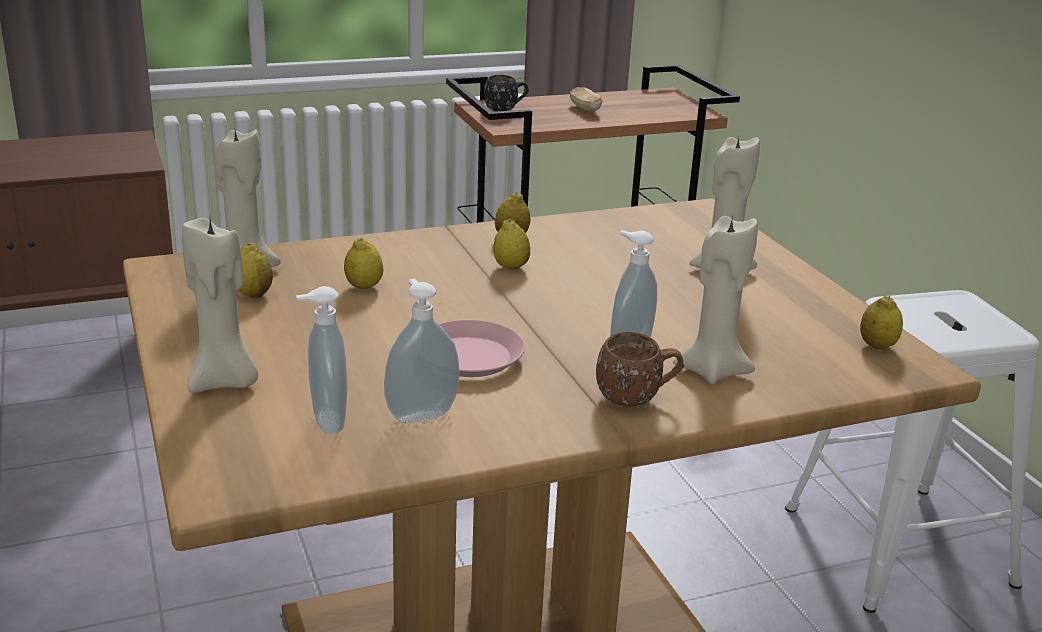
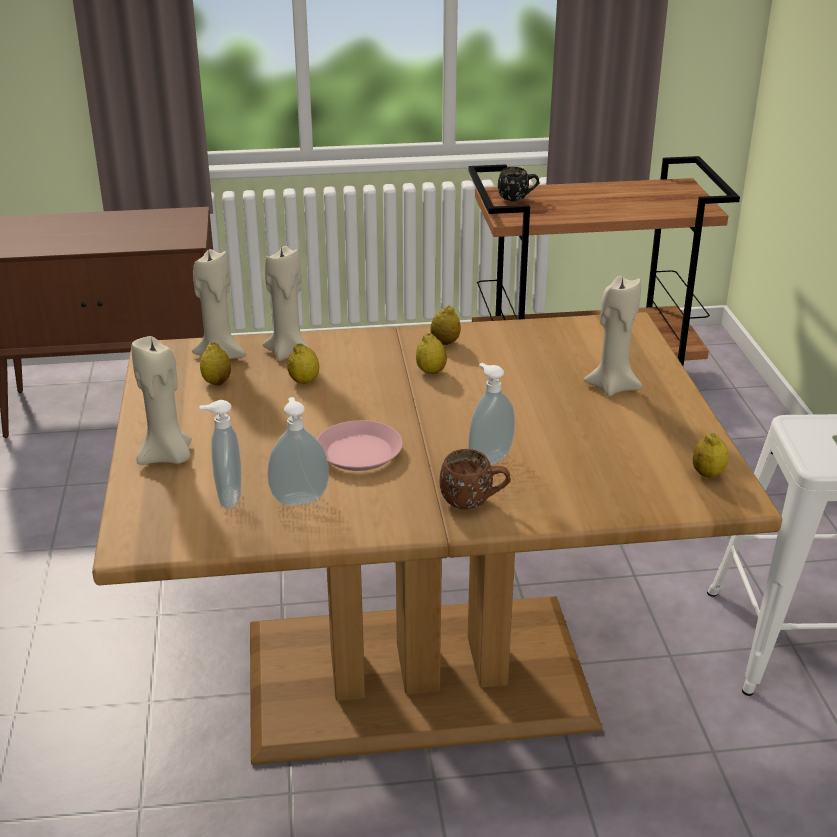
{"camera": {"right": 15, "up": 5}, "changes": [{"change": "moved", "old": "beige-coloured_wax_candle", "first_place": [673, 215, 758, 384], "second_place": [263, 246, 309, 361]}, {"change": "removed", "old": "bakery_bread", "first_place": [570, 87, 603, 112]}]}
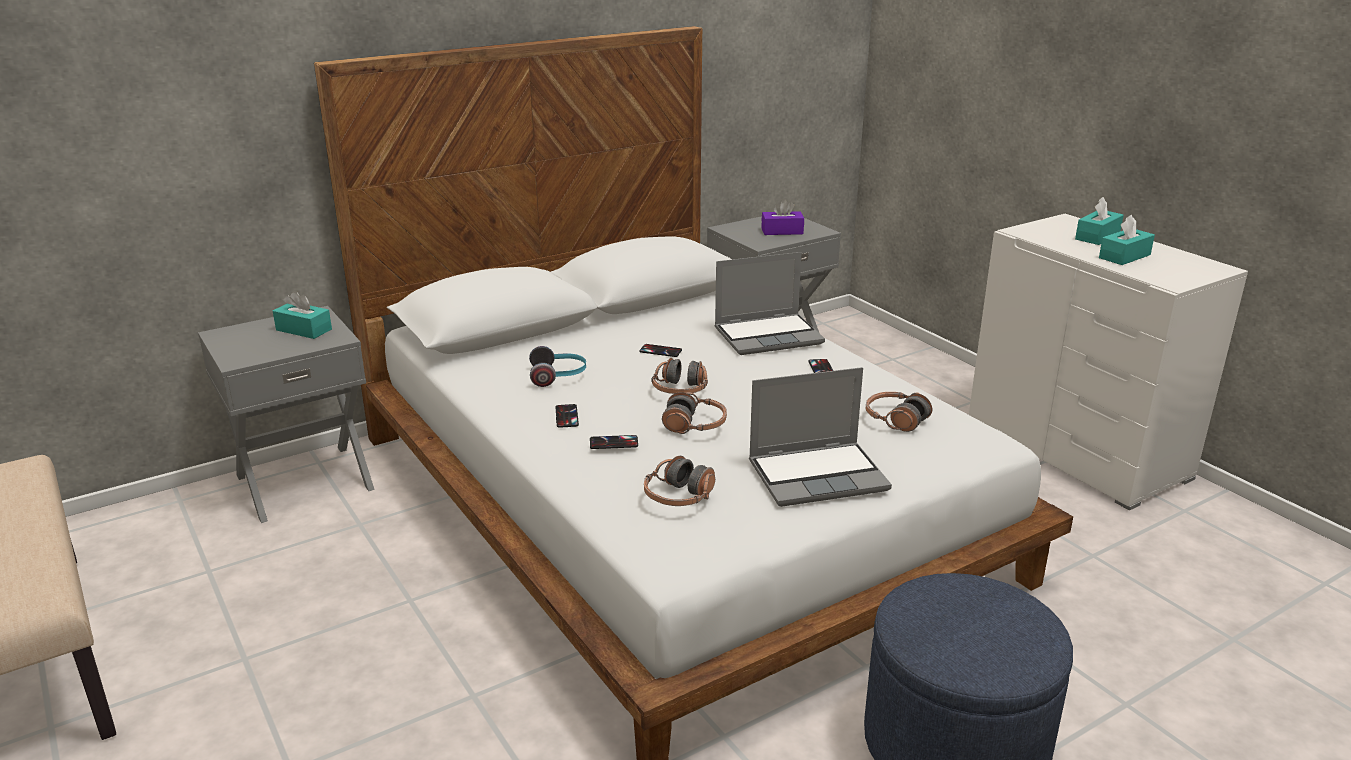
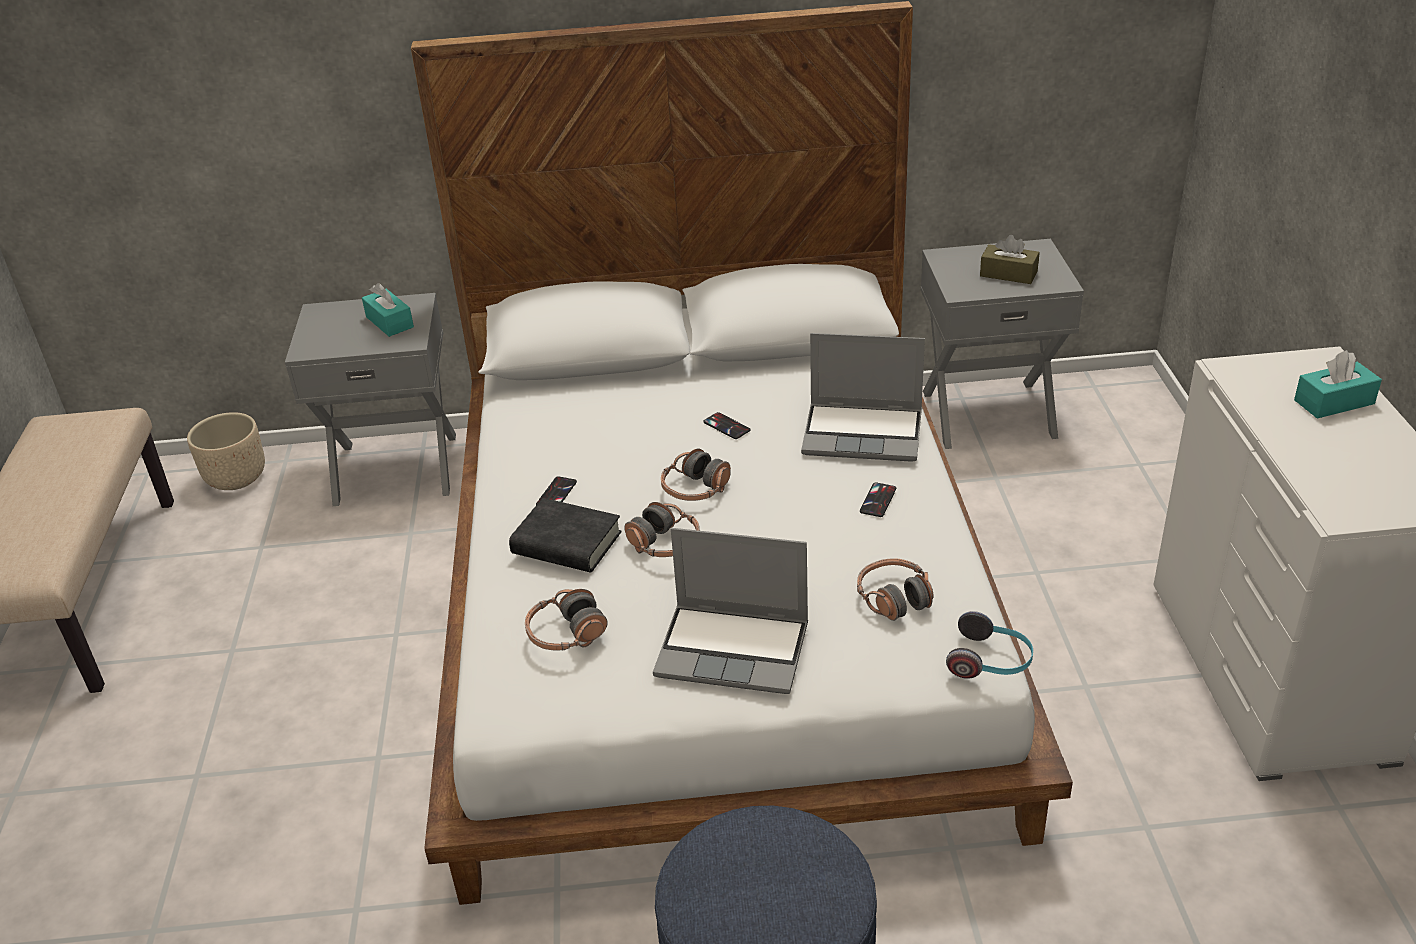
{"camera": {"right": 30, "up": 10}, "changes": [{"change": "added", "new": "beige-coloured_plant_pot", "second_place": [187, 412, 265, 490]}, {"change": "replaced", "old": "telephone", "new": "blackish_bound_book", "first_place": [590, 435, 638, 449], "second_place": [509, 498, 622, 572]}, {"change": "moved", "old": "headset", "first_place": [529, 346, 586, 387], "second_place": [946, 611, 1033, 679]}, {"change": "recoloured", "old": "purple_tissue_box", "new": "brown-coloured_tissue_box", "first_place": [761, 199, 804, 235], "second_place": [980, 235, 1040, 284]}, {"change": "removed", "old": "turquoise_tissue_box", "first_place": [1099, 215, 1155, 265]}]}
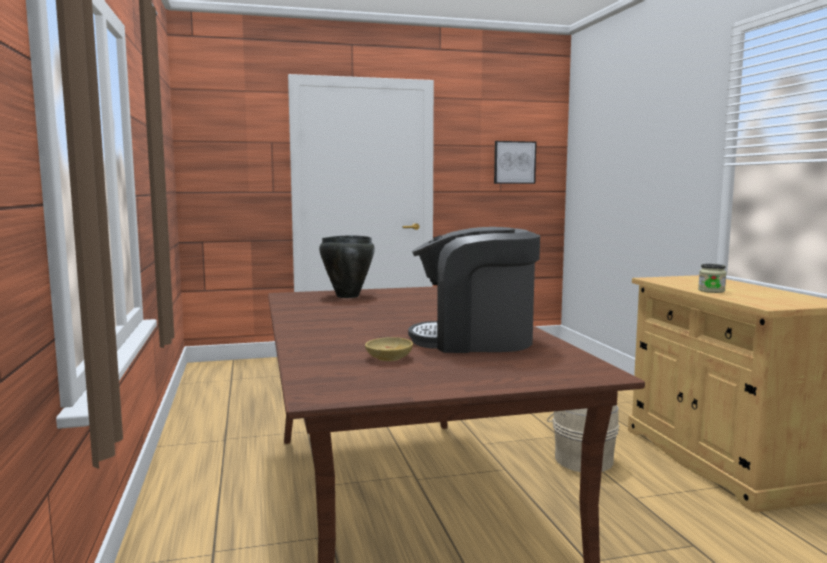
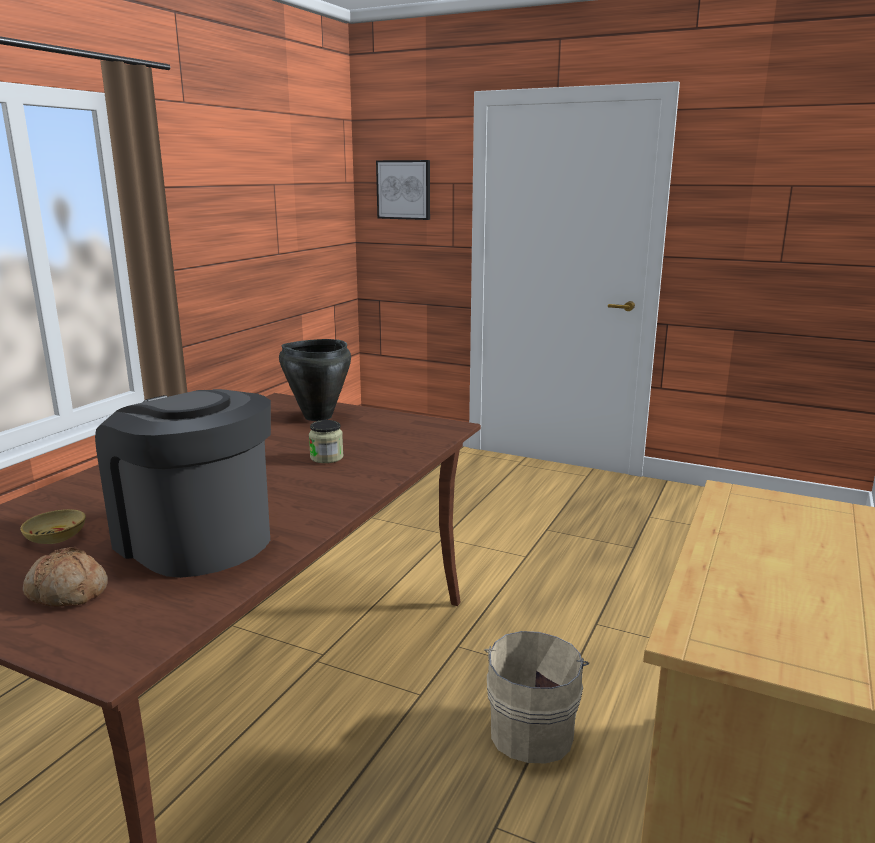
{"camera": {"right": 40, "up": 10}, "changes": [{"change": "added", "new": "bakery_bread", "second_place": [23, 547, 108, 607]}, {"change": "moved", "old": "storage_jar", "first_place": [698, 264, 727, 293], "second_place": [309, 420, 343, 463]}, {"change": "moved", "old": "wall_art", "first_place": [494, 141, 536, 184], "second_place": [376, 160, 430, 220]}]}
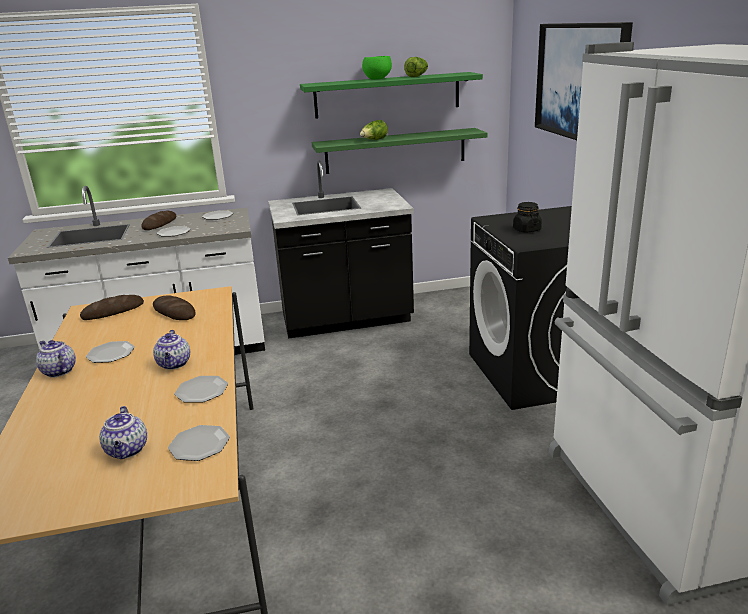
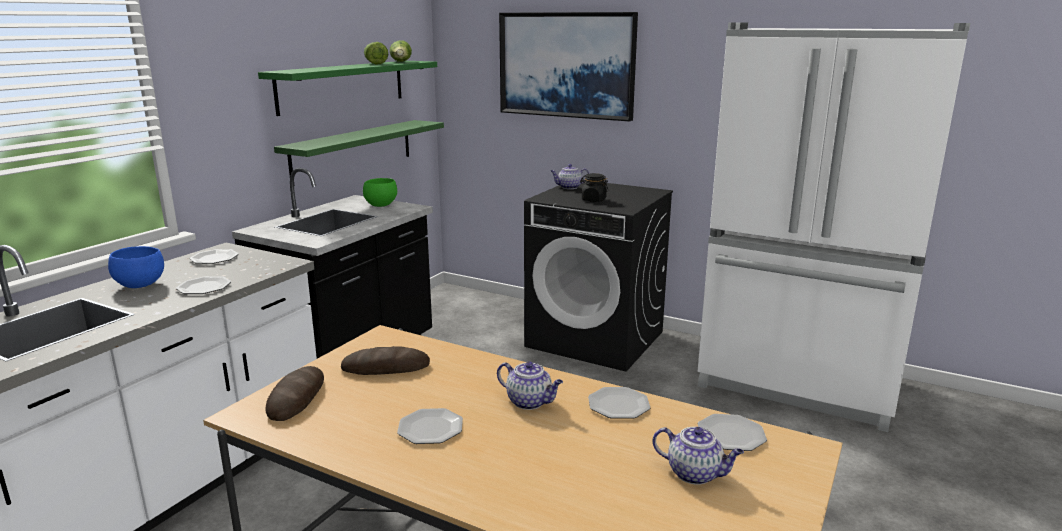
{"camera": {"right": -50, "up": -5}, "changes": [{"change": "replaced", "old": "bakery_bread", "new": "bluish_bowl", "first_place": [141, 211, 176, 230], "second_place": [108, 246, 164, 288]}, {"change": "moved", "old": "green-coloured_bowl", "first_place": [362, 56, 392, 80], "second_place": [363, 178, 397, 207]}, {"change": "moved", "old": "lettuce_head", "first_place": [360, 120, 388, 140], "second_place": [390, 40, 412, 62]}, {"change": "moved", "old": "pot_for_tea", "first_place": [36, 340, 76, 378], "second_place": [551, 164, 589, 189]}]}
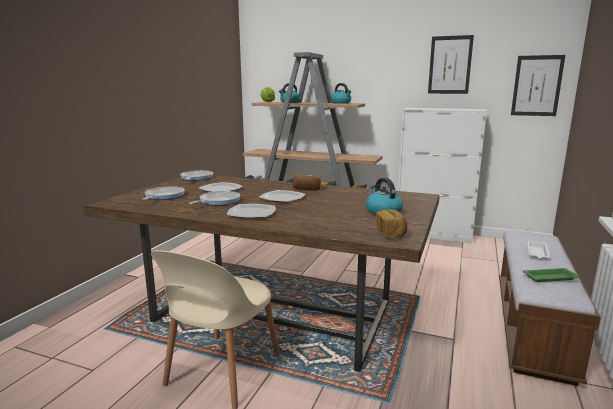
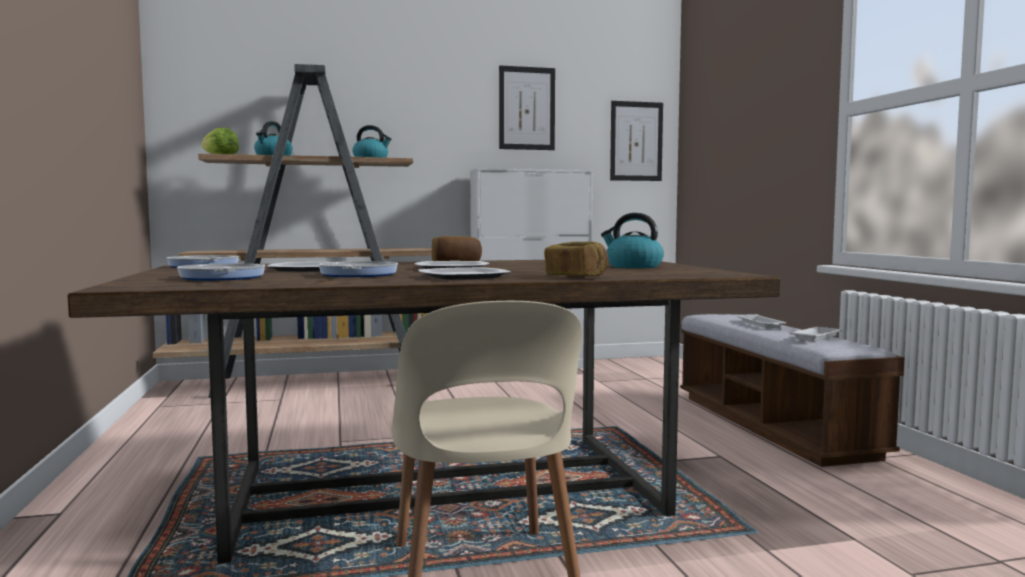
{"camera": {"right": -35, "up": -10}, "changes": [{"change": "moved", "old": "bakery_bread", "first_place": [376, 209, 407, 238], "second_place": [544, 242, 608, 276]}, {"change": "recoloured", "old": "green-coloured_tray", "new": "whitish_tray", "first_place": [523, 268, 579, 282], "second_place": [789, 327, 842, 341]}]}
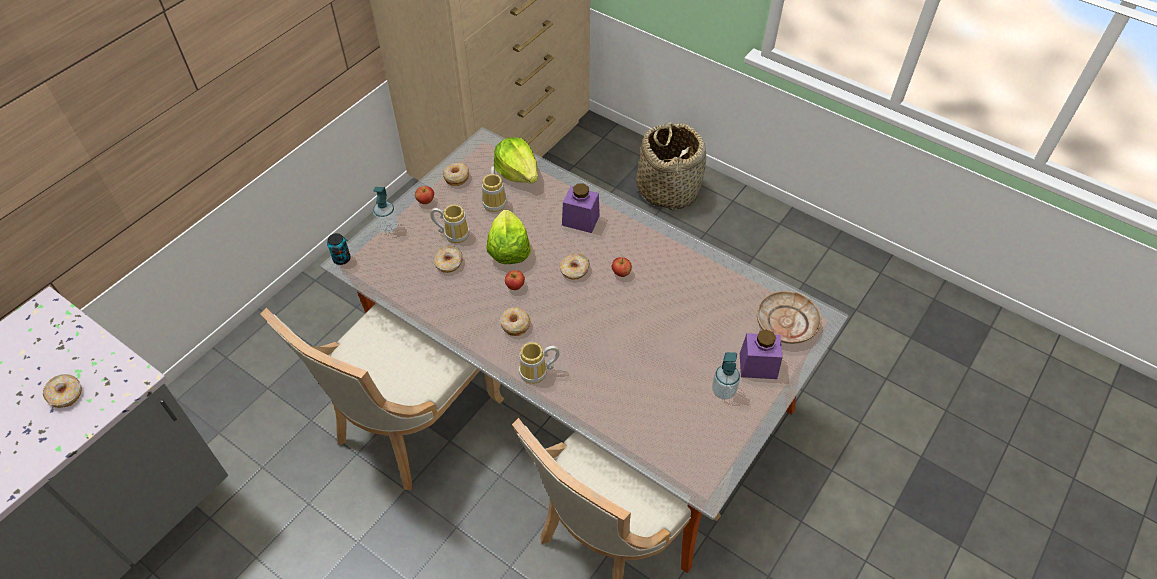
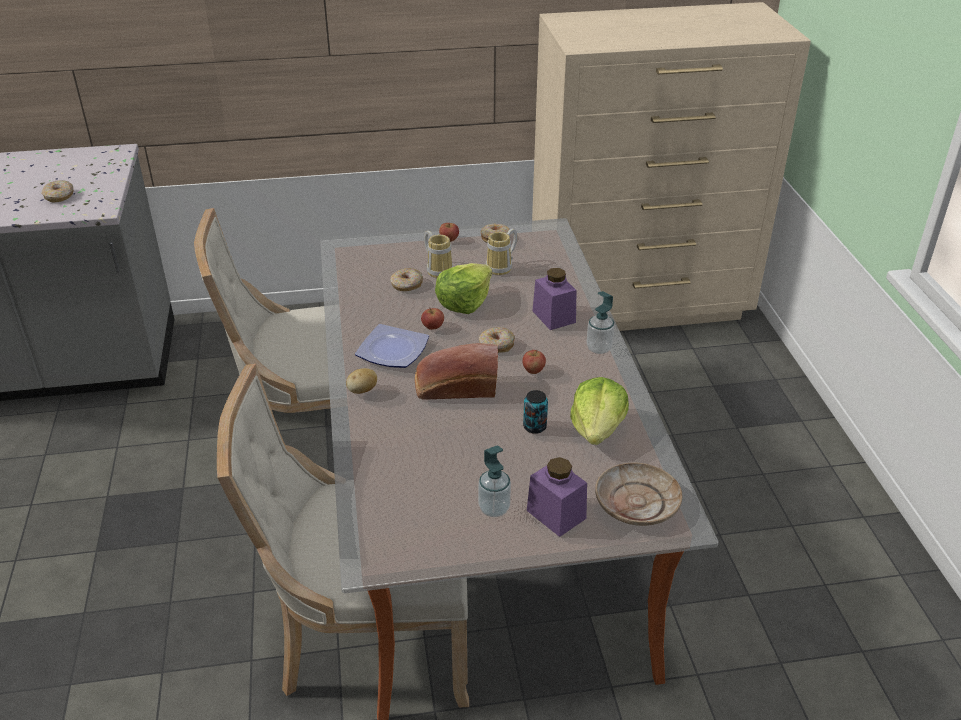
{"camera": {"right": 45, "up": -15}, "changes": [{"change": "replaced", "old": "mug", "new": "potato", "first_place": [519, 342, 560, 384], "second_place": [346, 368, 377, 394]}, {"change": "replaced", "old": "doughnut", "new": "flat_dish", "first_place": [499, 307, 530, 336], "second_place": [355, 324, 429, 368]}, {"change": "added", "new": "bakery_bread", "second_place": [415, 343, 498, 400]}, {"change": "moved", "old": "sealed_can", "first_place": [327, 233, 351, 265], "second_place": [523, 390, 548, 434]}, {"change": "moved", "old": "lettuce_head", "first_place": [494, 137, 538, 183], "second_place": [570, 377, 629, 445]}, {"change": "moved", "old": "liquid_soap_bottle", "first_place": [373, 187, 398, 233], "second_place": [586, 291, 615, 354]}, {"change": "removed", "old": "basket", "first_place": [636, 122, 706, 211]}]}
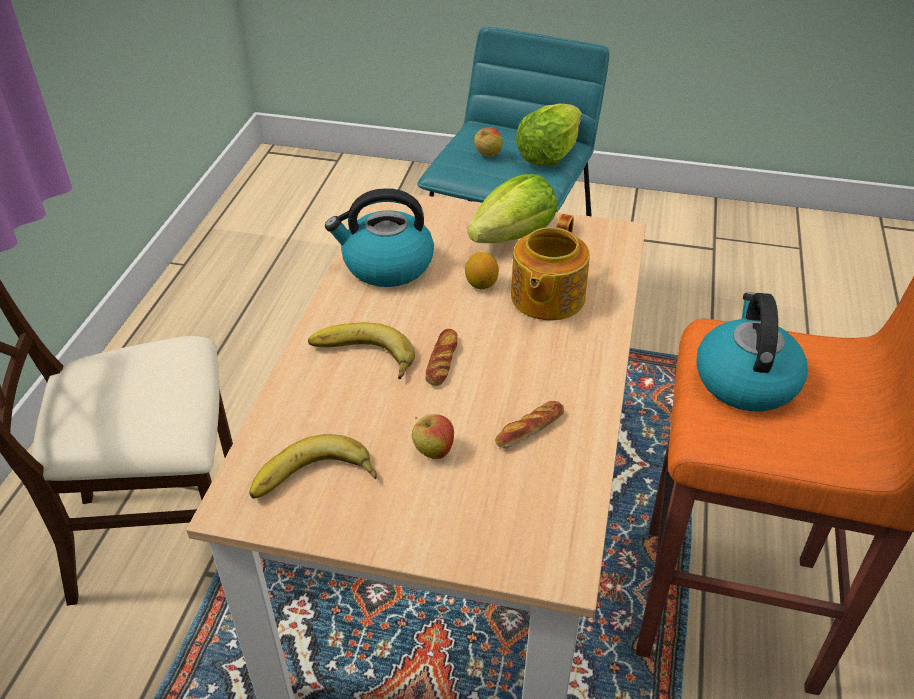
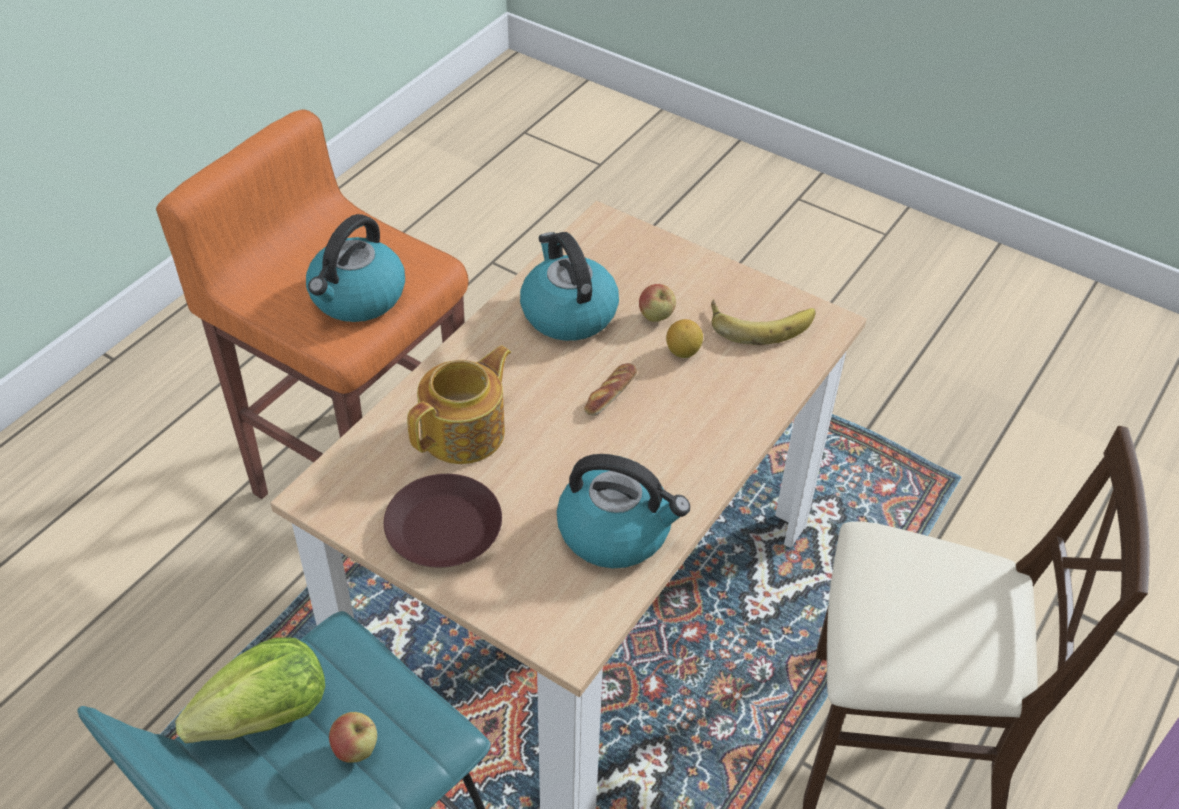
{"camera": {"right": -160, "up": 5}, "changes": [{"change": "replaced", "old": "lettuce_head", "new": "brown-coloured_flat_dish", "first_place": [467, 174, 557, 243], "second_place": [384, 474, 502, 568]}, {"change": "replaced", "old": "bakery_bread", "new": "kettle", "first_place": [495, 401, 564, 449], "second_place": [520, 232, 619, 341]}, {"change": "moved", "old": "citrus_fruit", "first_place": [465, 252, 499, 289], "second_place": [666, 319, 703, 358]}, {"change": "removed", "old": "banana", "first_place": [308, 322, 415, 379]}]}
